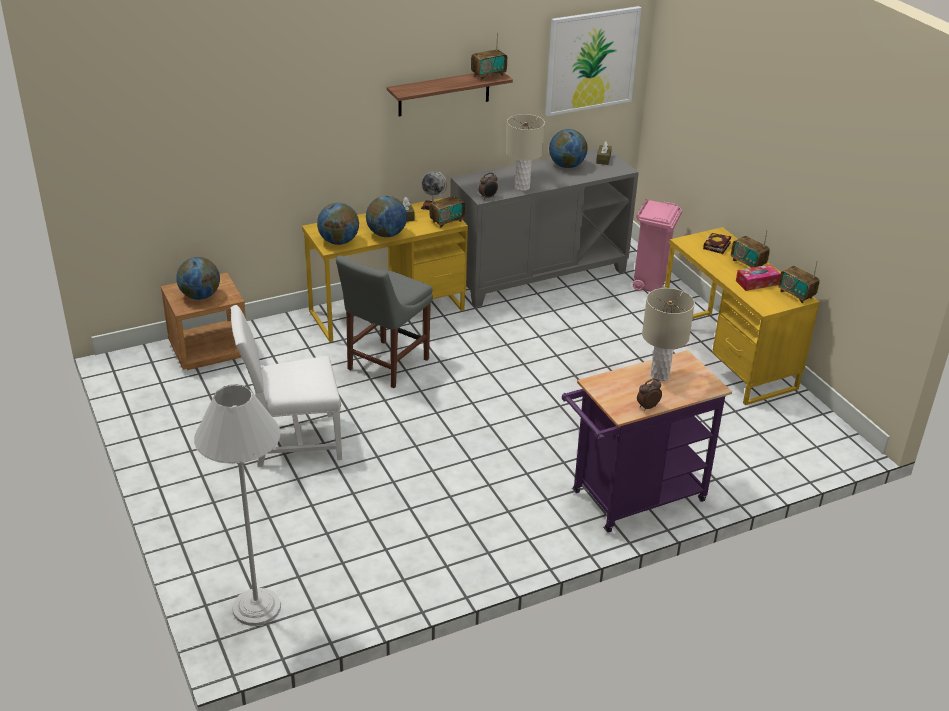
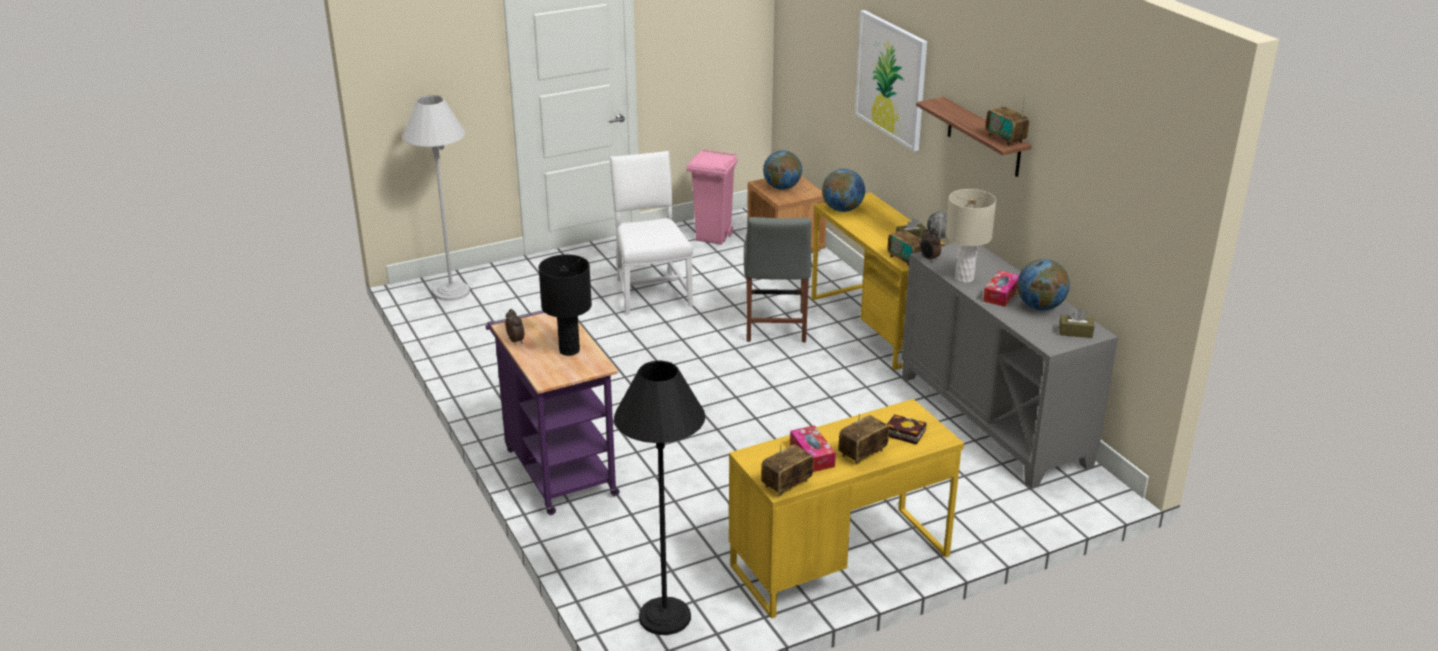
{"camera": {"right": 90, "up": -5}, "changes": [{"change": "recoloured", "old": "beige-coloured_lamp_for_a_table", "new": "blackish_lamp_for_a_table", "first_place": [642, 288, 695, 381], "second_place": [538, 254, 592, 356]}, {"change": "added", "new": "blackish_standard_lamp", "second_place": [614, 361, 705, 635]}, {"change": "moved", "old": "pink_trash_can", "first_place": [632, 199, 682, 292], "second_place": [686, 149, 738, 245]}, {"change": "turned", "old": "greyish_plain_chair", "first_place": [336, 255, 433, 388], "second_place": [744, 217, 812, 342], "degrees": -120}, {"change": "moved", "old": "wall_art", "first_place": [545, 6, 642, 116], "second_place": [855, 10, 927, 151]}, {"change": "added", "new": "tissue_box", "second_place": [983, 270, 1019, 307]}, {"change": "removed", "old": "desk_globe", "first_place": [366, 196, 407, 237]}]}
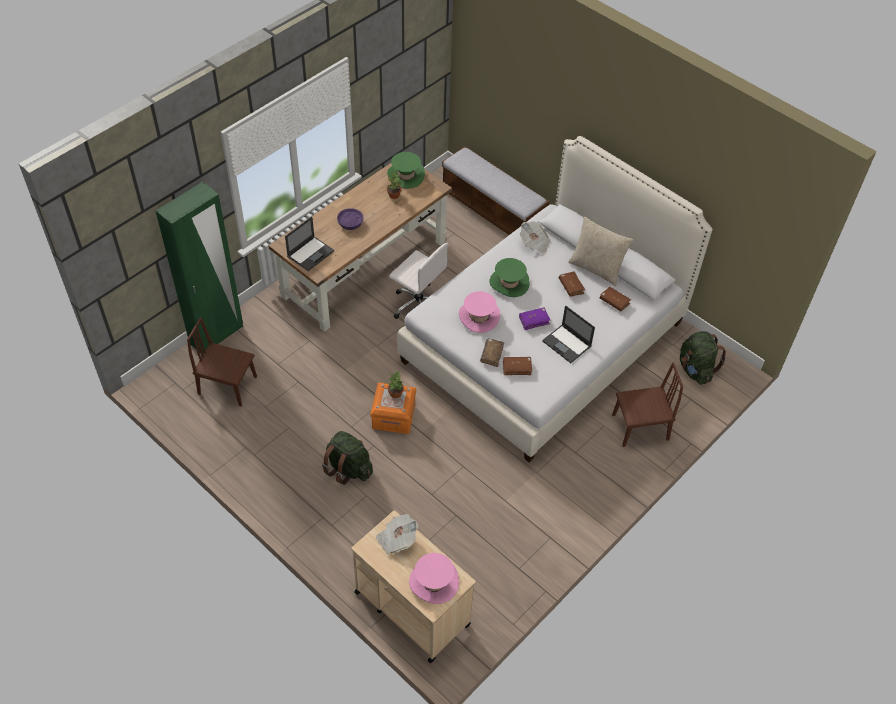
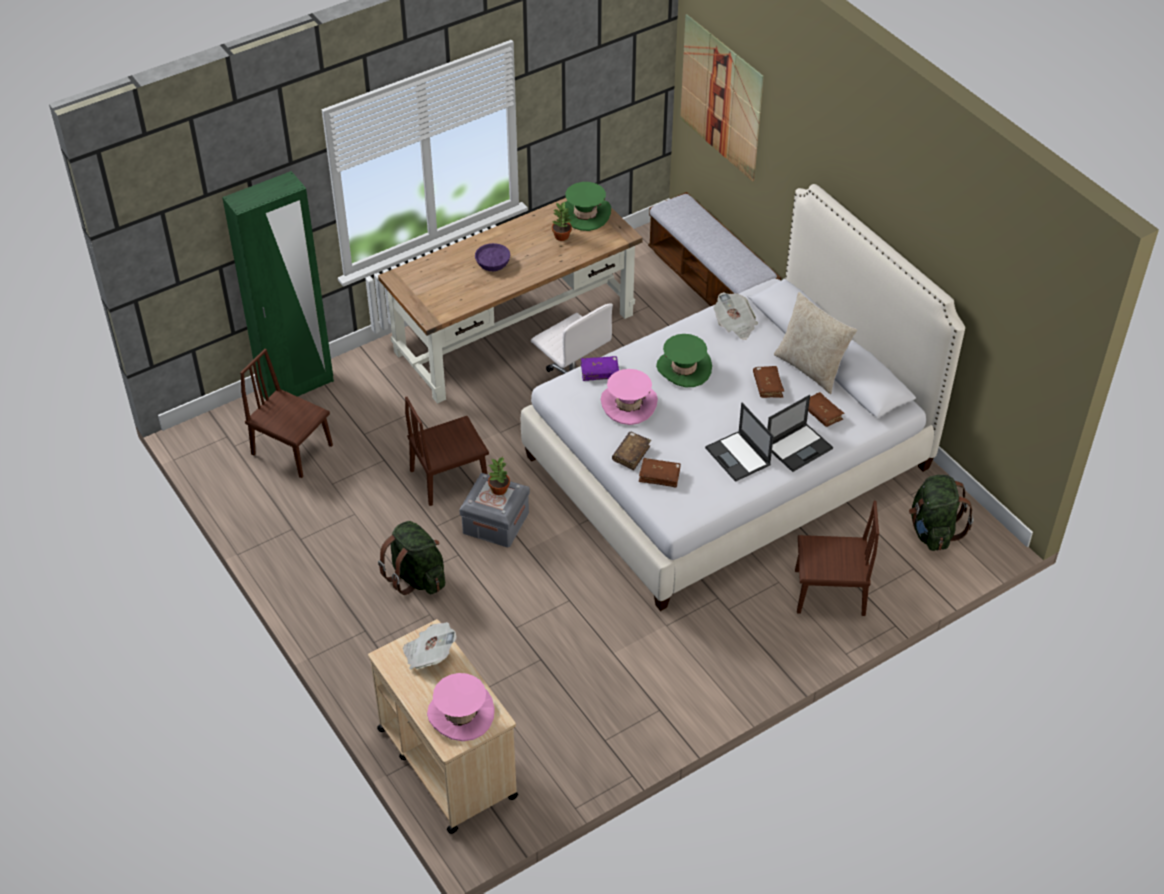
{"camera": {"right": 15, "up": -5}, "changes": [{"change": "added", "new": "brown-coloured_plain_chair", "second_place": [405, 397, 489, 506]}, {"change": "recoloured", "old": "orange_storage_box", "new": "greyish_storage_box", "first_place": [370, 383, 416, 434], "second_place": [459, 473, 530, 548]}, {"change": "moved", "old": "purple_bound_book", "first_place": [519, 307, 551, 330], "second_place": [581, 356, 619, 381]}, {"change": "added", "new": "wall_art", "second_place": [680, 14, 764, 181]}, {"change": "moved", "old": "laptop", "first_place": [285, 216, 334, 271], "second_place": [767, 395, 833, 472]}]}
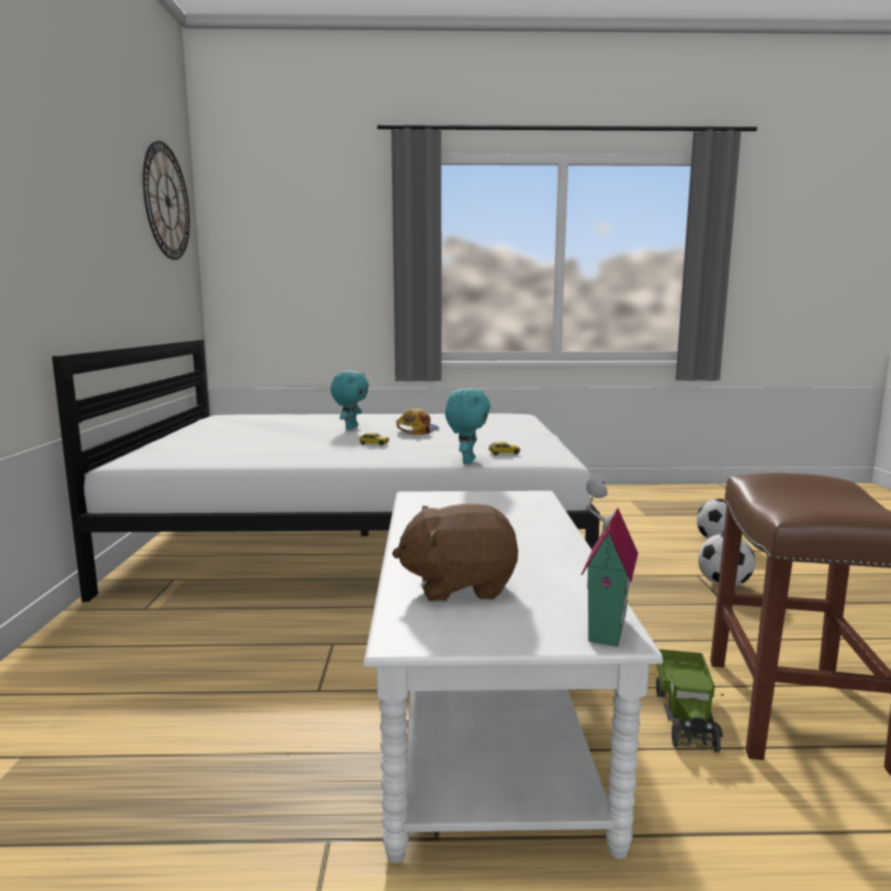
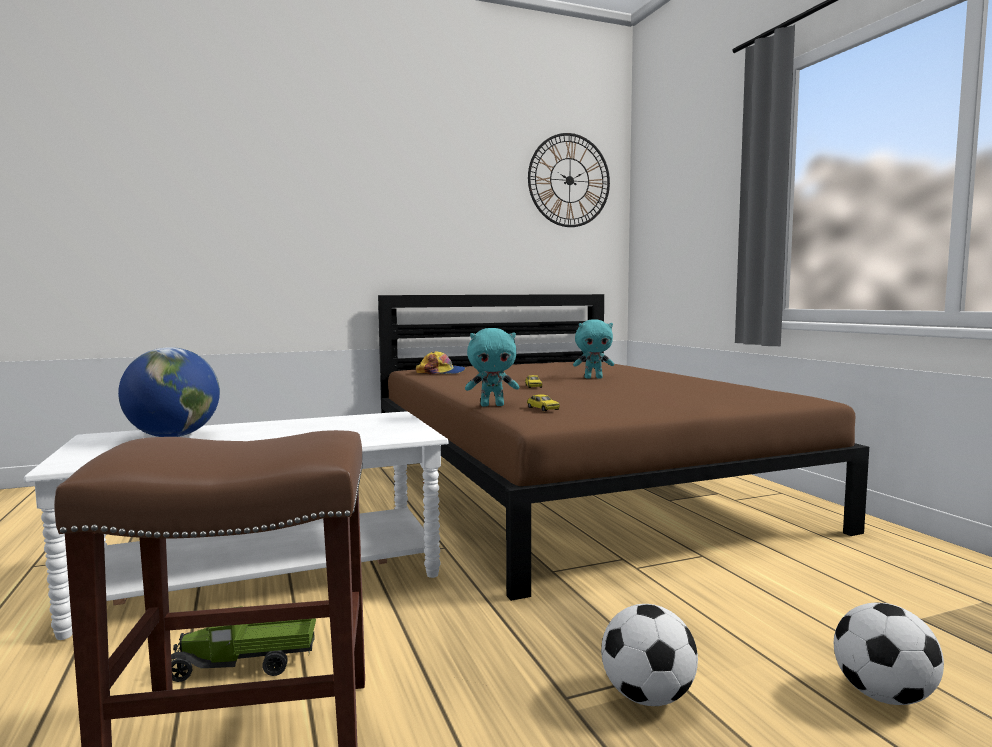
{"camera": {"right": 70, "up": -5}, "changes": [{"change": "replaced", "old": "brown-coloured_cuddly_toy", "new": "desk_globe", "first_place": [392, 504, 518, 602], "second_place": [118, 347, 220, 437]}, {"change": "recoloured", "old": "whitish_sleeping_bed", "new": "brown-coloured_sleeping_bed", "first_place": [52, 340, 600, 602], "second_place": [378, 294, 869, 601]}, {"change": "moved", "old": "cap", "first_place": [396, 408, 439, 435], "second_place": [416, 351, 466, 374]}, {"change": "removed", "old": "model_house", "first_place": [581, 479, 638, 647]}]}
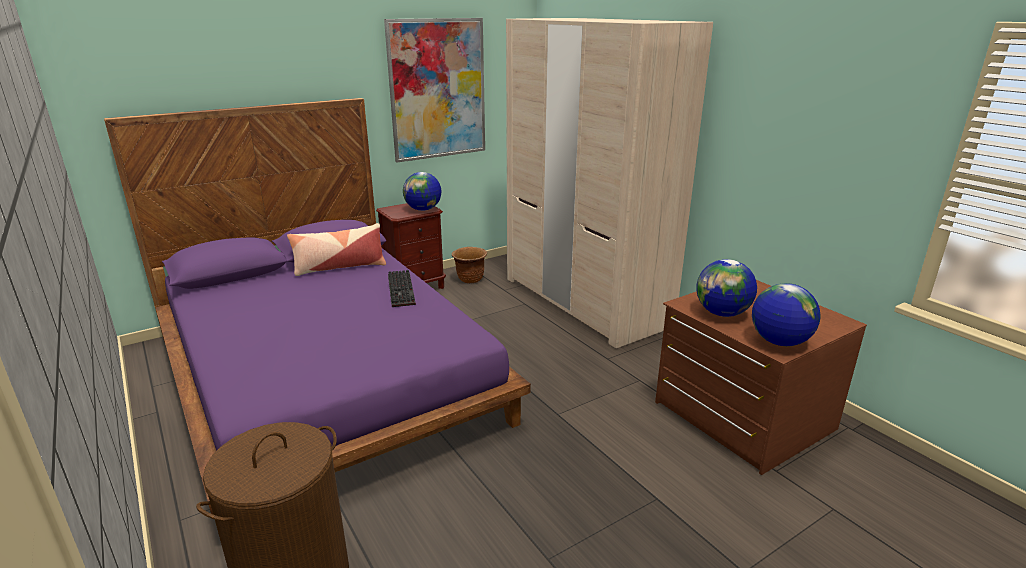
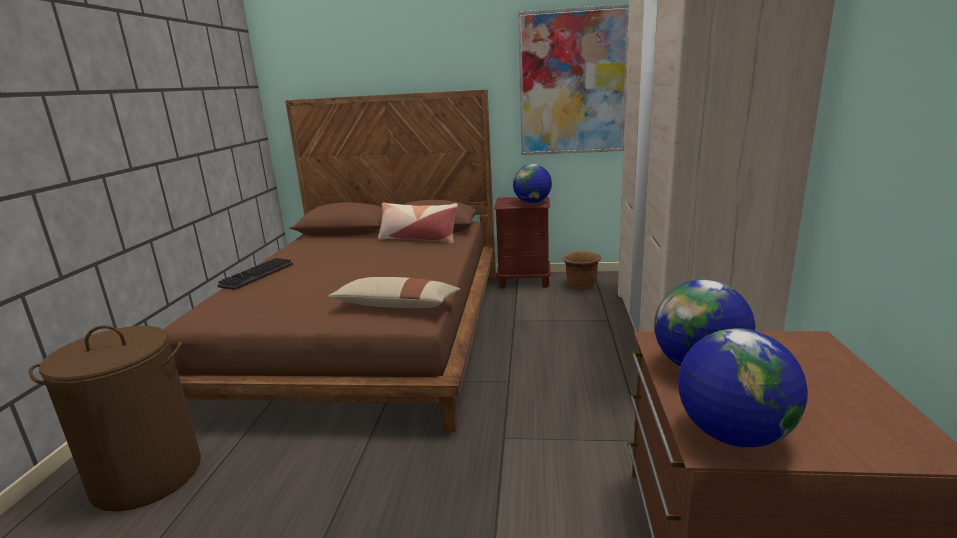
{"camera": {"right": 40, "up": -5}, "changes": [{"change": "recoloured", "old": "purple_sleeping_bed", "new": "brown-coloured_sleeping_bed", "first_place": [104, 98, 531, 514], "second_place": [163, 89, 496, 432]}, {"change": "moved", "old": "computer_keyboard", "first_place": [388, 270, 416, 307], "second_place": [218, 258, 293, 290]}, {"change": "added", "new": "beige-coloured_throw_pillow", "second_place": [328, 277, 461, 308]}]}
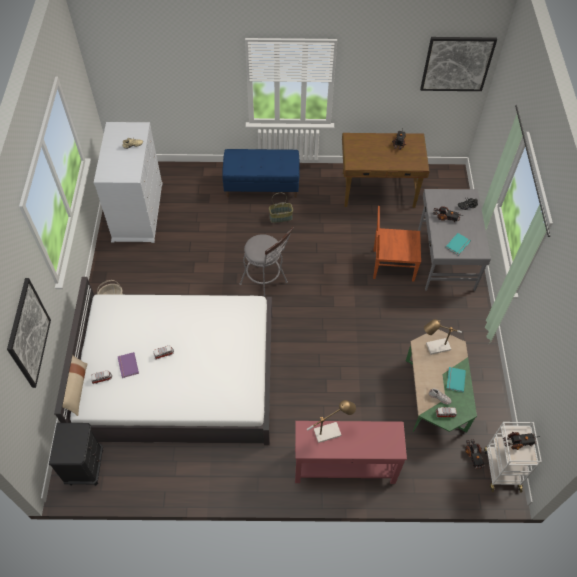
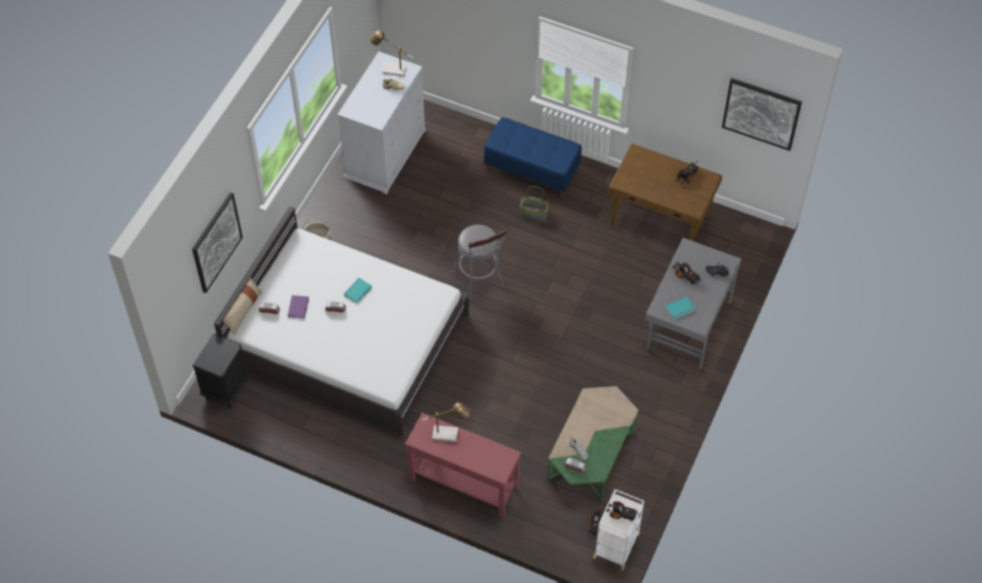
{"camera": {"right": 25, "up": 0}, "changes": [{"change": "moved", "old": "turquoise_bound_book", "first_place": [447, 367, 466, 392], "second_place": [344, 278, 372, 303]}, {"change": "moved", "old": "lamp_for_a_table", "first_place": [424, 319, 462, 355], "second_place": [370, 30, 413, 76]}, {"change": "removed", "old": "brown-coloured_plain_chair", "first_place": [373, 206, 421, 282]}]}
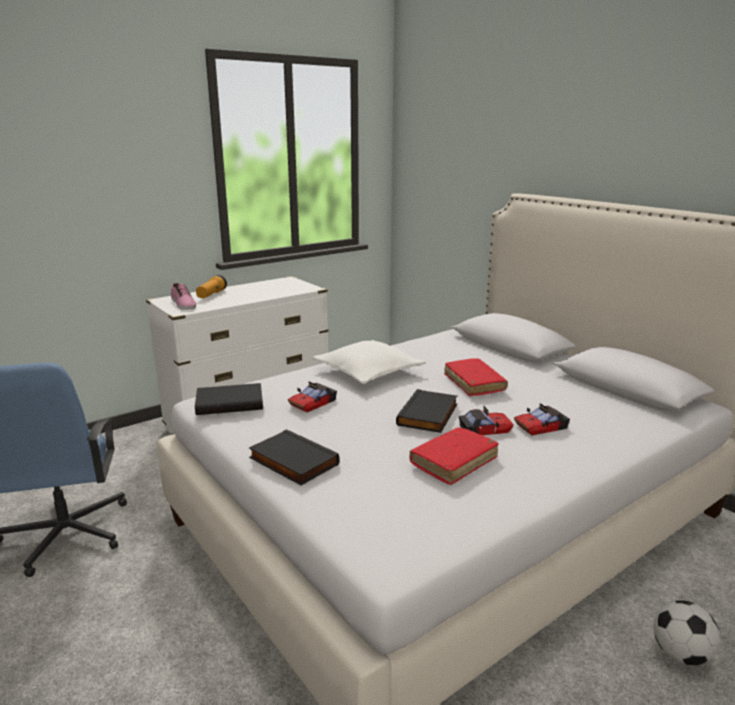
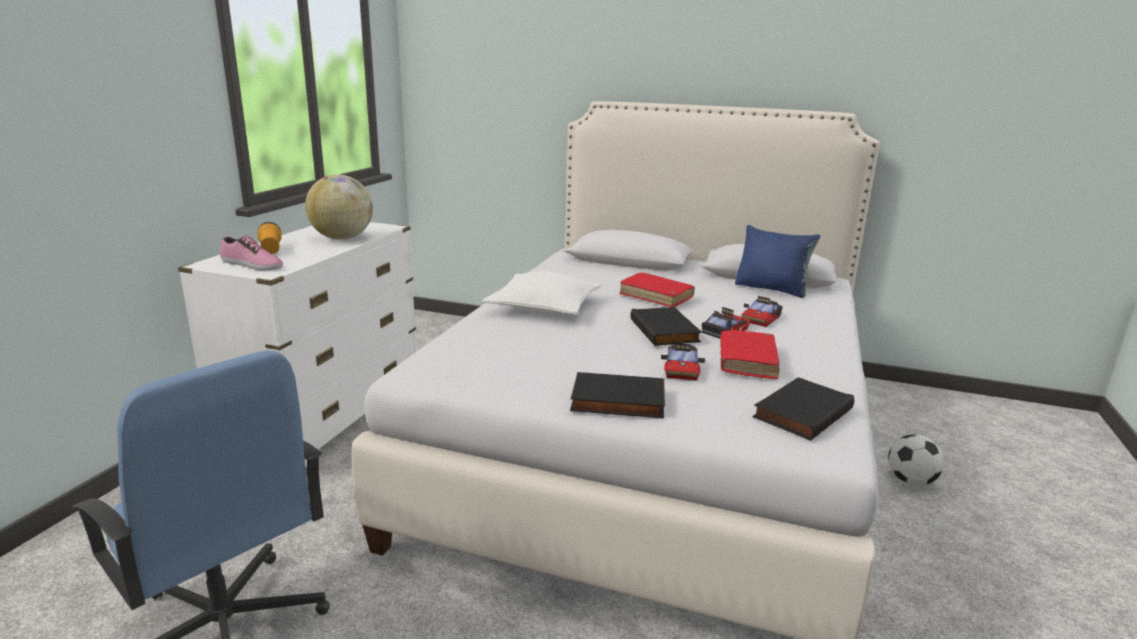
{"camera": {"right": -35, "up": 0}, "changes": [{"change": "added", "new": "desk_globe", "second_place": [305, 175, 373, 240]}, {"change": "moved", "old": "model_car", "first_place": [288, 382, 337, 412], "second_place": [661, 343, 705, 380]}, {"change": "added", "new": "bluish_throw_pillow", "second_place": [735, 225, 820, 298]}, {"change": "moved", "old": "blackish_bound_book", "first_place": [195, 383, 263, 415], "second_place": [753, 377, 854, 440]}]}
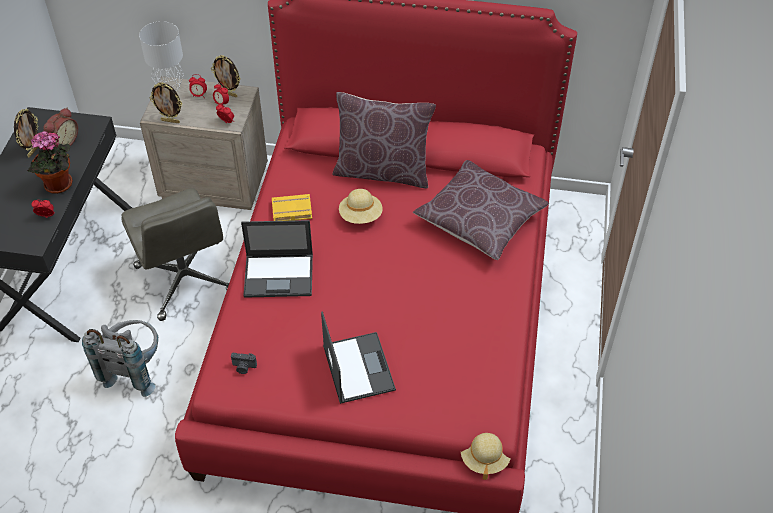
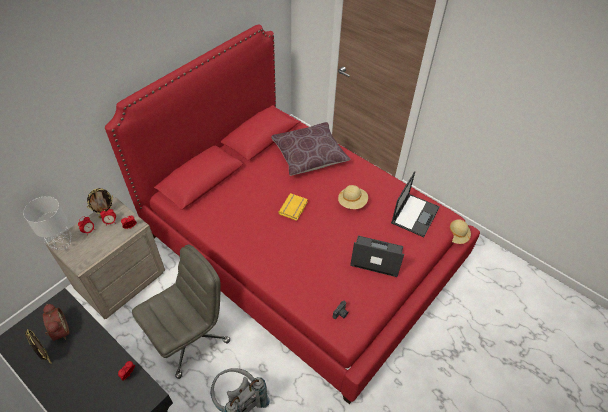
{"camera": {"right": -60, "up": 0}, "changes": [{"change": "turned", "old": "greyish_desk_chair", "first_place": [121, 188, 229, 321], "second_place": [132, 245, 230, 379], "degrees": -45}, {"change": "moved", "old": "yellow-coloured_bound_book", "first_place": [272, 194, 312, 221], "second_place": [278, 193, 308, 221]}, {"change": "moved", "old": "beige-coloured_wearable_hat", "first_place": [339, 189, 383, 224], "second_place": [338, 185, 368, 209]}, {"change": "moved", "old": "laptop", "first_place": [241, 220, 313, 298], "second_place": [391, 171, 440, 237]}, {"change": "removed", "old": "potted_plant", "first_place": [27, 131, 73, 194]}, {"change": "removed", "old": "photo_frame", "first_place": [149, 83, 182, 123]}, {"change": "removed", "old": "brown-coloured_throw_pillow", "first_place": [332, 92, 436, 188]}]}
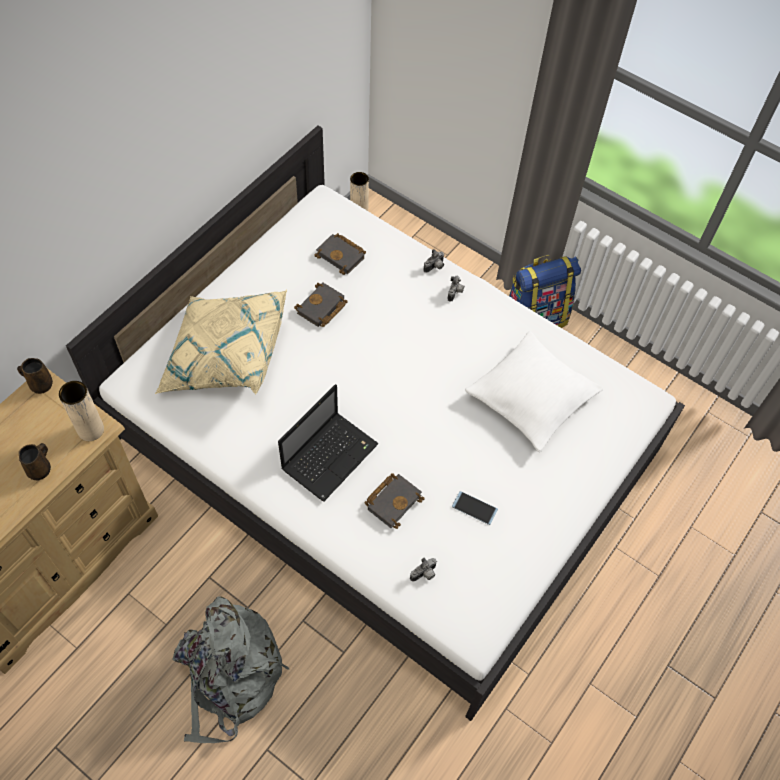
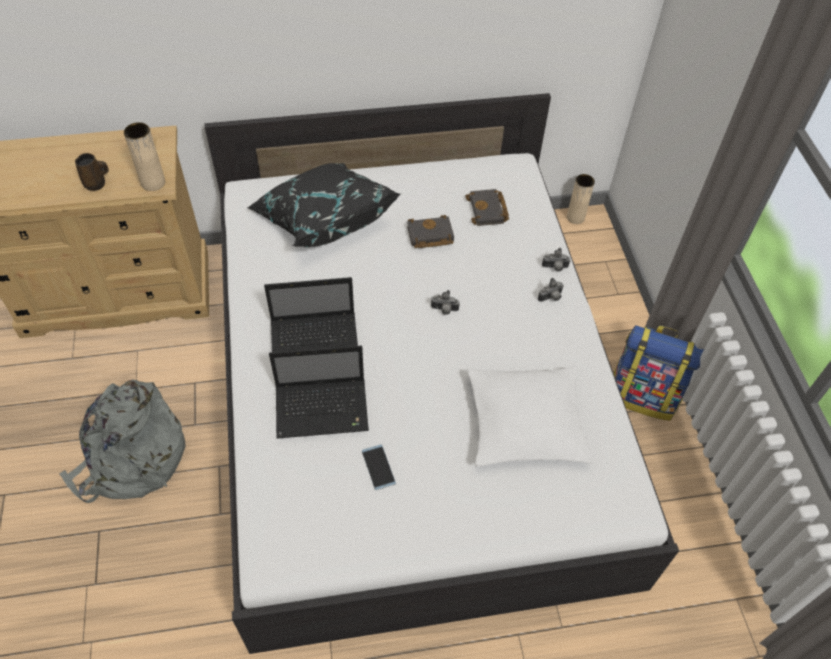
{"camera": {"right": 45, "up": -5}, "changes": [{"change": "recoloured", "old": "beige-coloured_throw_pillow", "new": "blackish_throw_pillow", "first_place": [155, 290, 287, 395], "second_place": [247, 163, 401, 247]}, {"change": "replaced", "old": "blackish_bound_book", "new": "laptop", "first_place": [364, 473, 425, 529], "second_place": [269, 346, 369, 439]}, {"change": "moved", "old": "still_camera", "first_place": [410, 558, 437, 582], "second_place": [431, 290, 460, 315]}, {"change": "removed", "old": "brown-coloured_mug", "first_place": [17, 358, 53, 394]}]}
